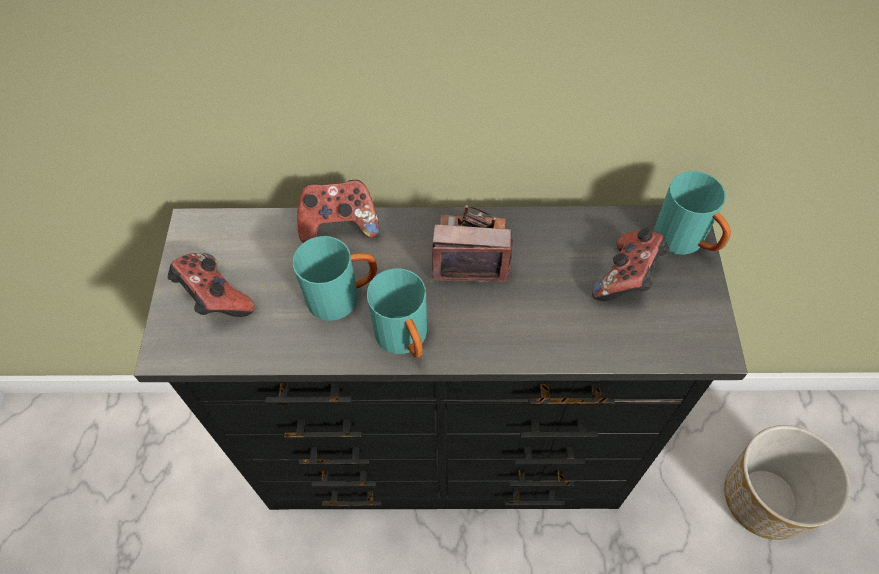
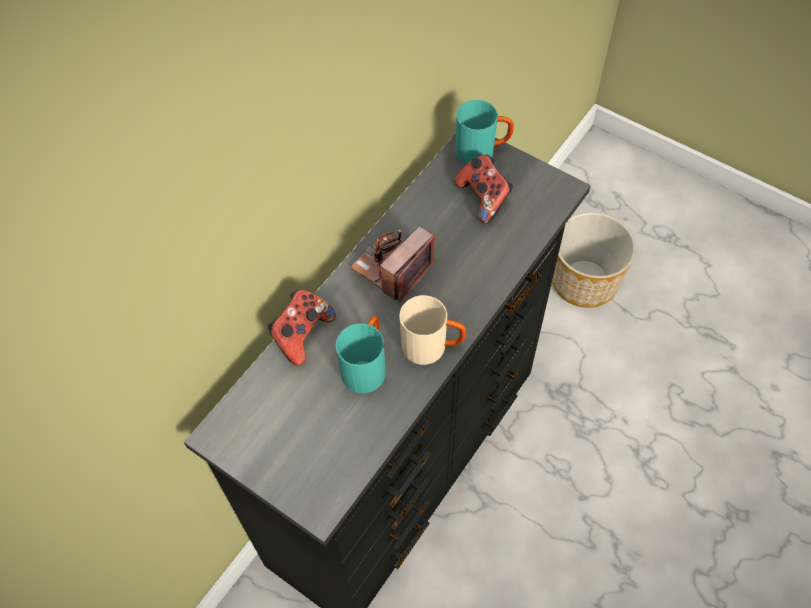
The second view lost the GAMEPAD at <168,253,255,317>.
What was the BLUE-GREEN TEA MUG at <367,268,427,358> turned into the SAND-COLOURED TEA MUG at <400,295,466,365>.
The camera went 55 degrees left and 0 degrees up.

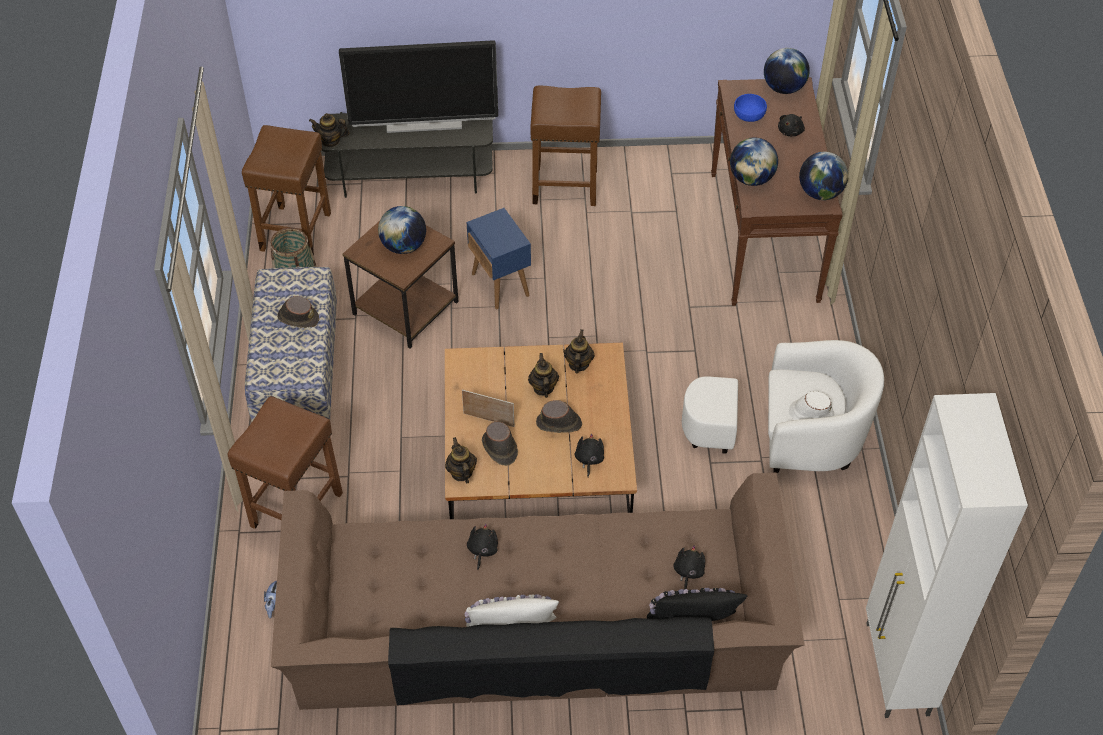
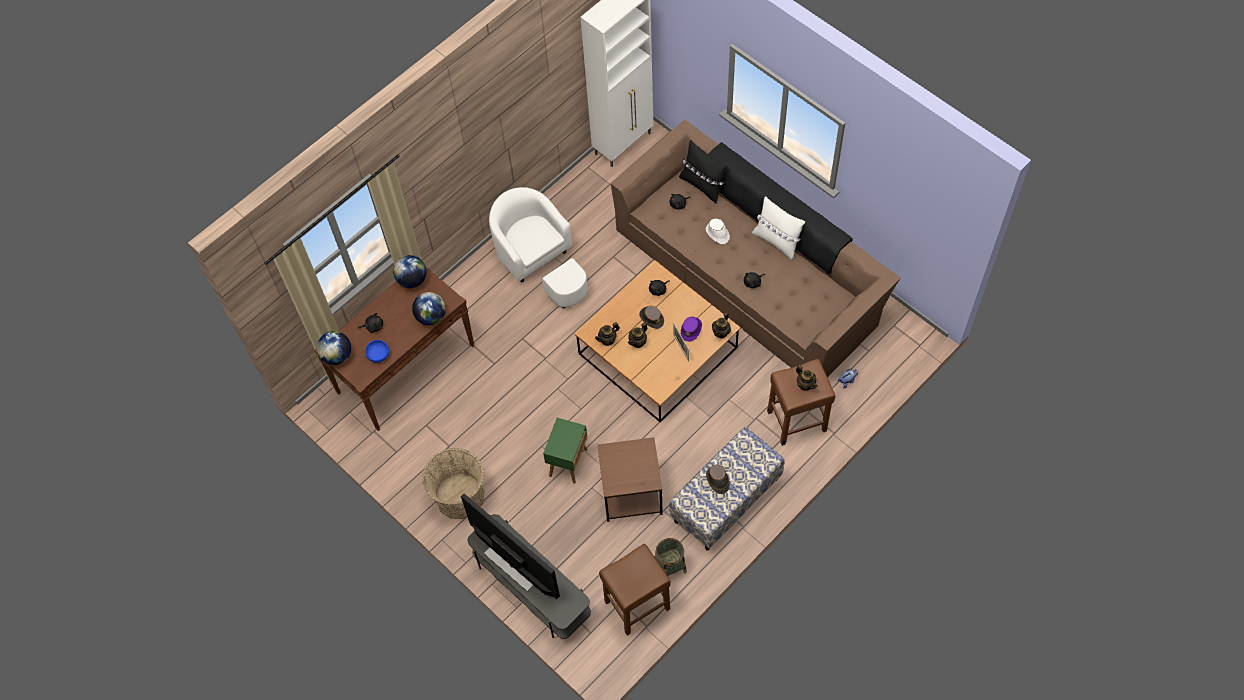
The TEAPOT ended up elsewhere, having gone from <309,113,350,147> to <796,365,817,391>.
The second view lost the DESK GLOBE at <378,206,426,254>.
What was the BLUISH ACCENT TABLE at <467,208,531,309> turned into the GREEN-COLOURED ACCENT TABLE at <543,418,588,484>.
What was the BROWNISH WEARABLE HAT at <482,422,518,466> turned into the PURPLISH WEARABLE HAT at <681,317,702,342>.
Where the BROWNISH SITTING STOOL stood at <530,86,601,206>, the BASKET came to stand at <422,448,484,519>.
The WHITE WEARABLE HAT ended up elsewhere, having gone from <788,391,834,420> to <706,218,730,244>.
The camera went 130 degrees left and 10 degrees up.

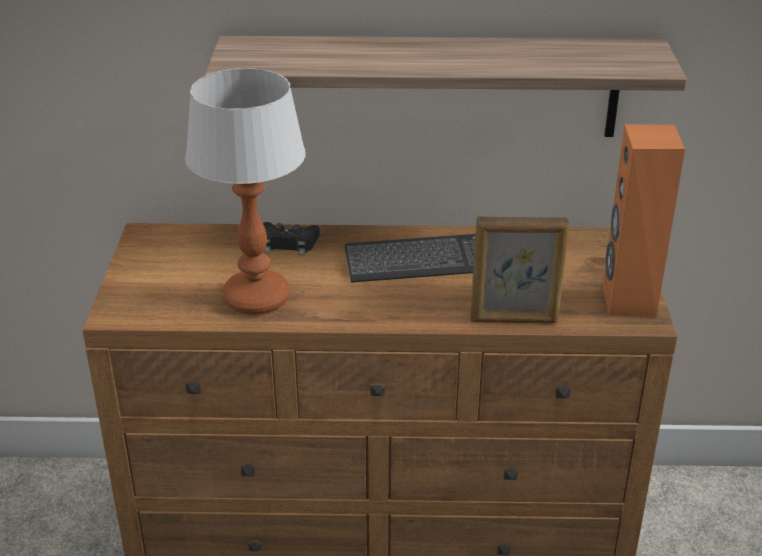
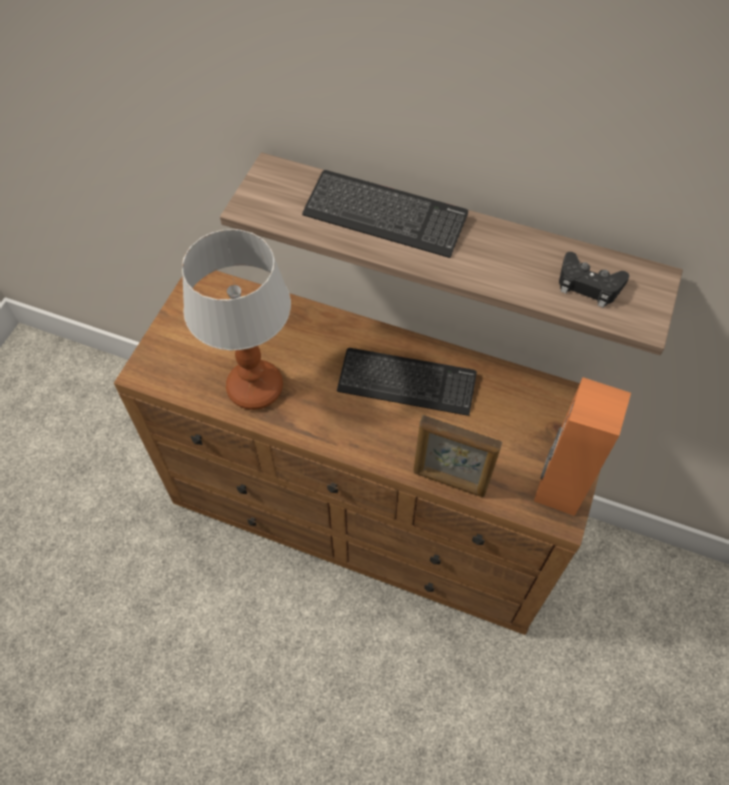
The BLACK-COLOURED GAMEPAD ended up elsewhere, having gone from <263,222,320,255> to <559,252,629,308>.
The second view gained the PC KEYBOARD at <302,170,468,258>.
The camera went 20 degrees right and 25 degrees up.

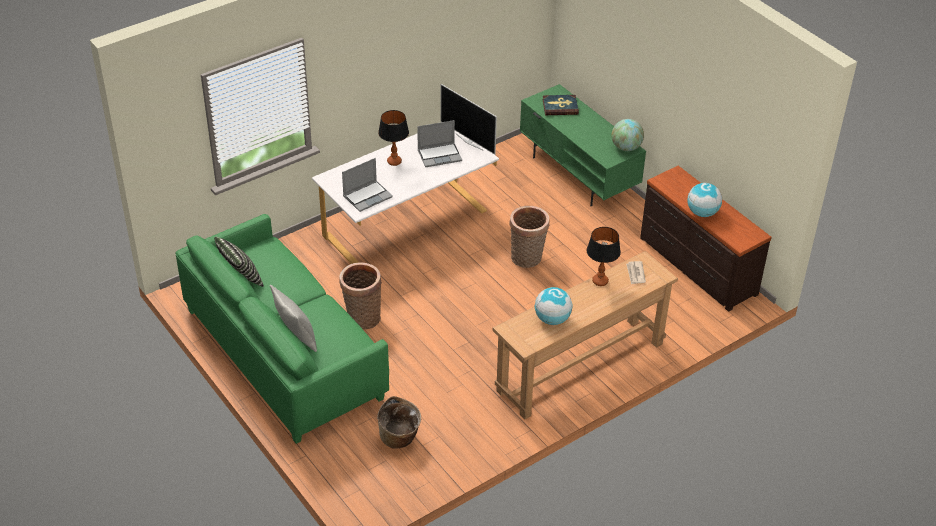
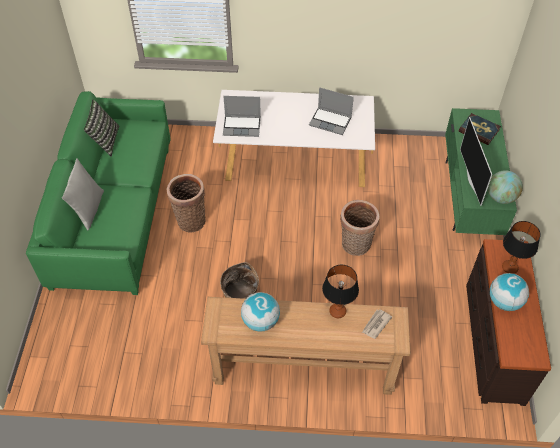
The BASKET ended up elsewhere, having gone from <377,396,421,449> to <220,262,259,299>.
The TABLE LAMP ended up elsewhere, having gone from <378,110,409,166> to <502,221,541,274>.
The TV SET ended up elsewhere, having gone from <440,84,497,155> to <460,117,492,206>.
The camera went 40 degrees right and 10 degrees up.

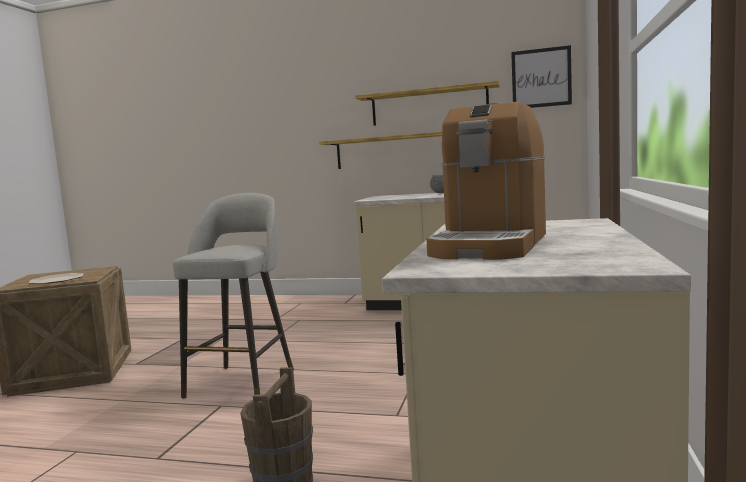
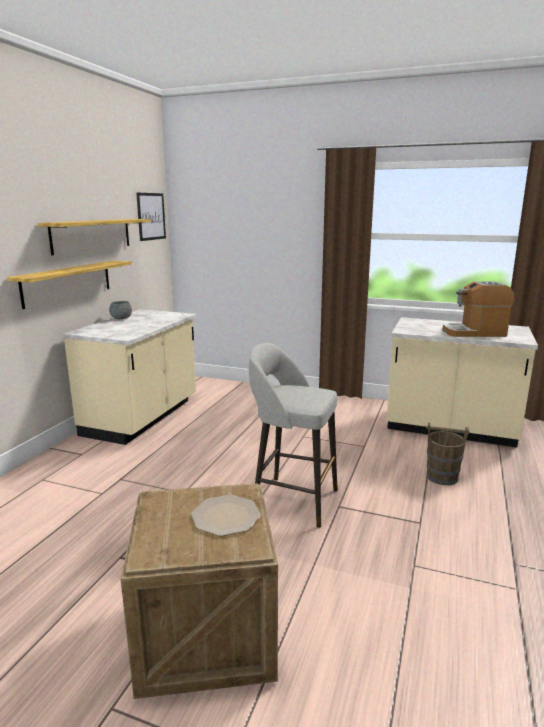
The COFFEE BREWER at <426,102,546,260> ended up facing another way, 150 degrees clockwise from before.
The camera went 85 degrees left and 10 degrees up.

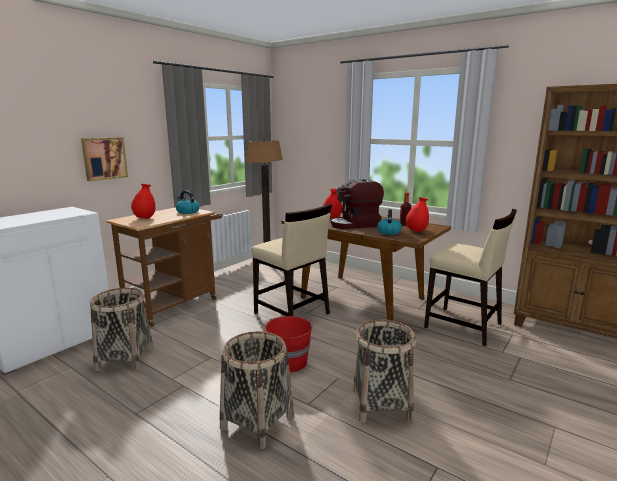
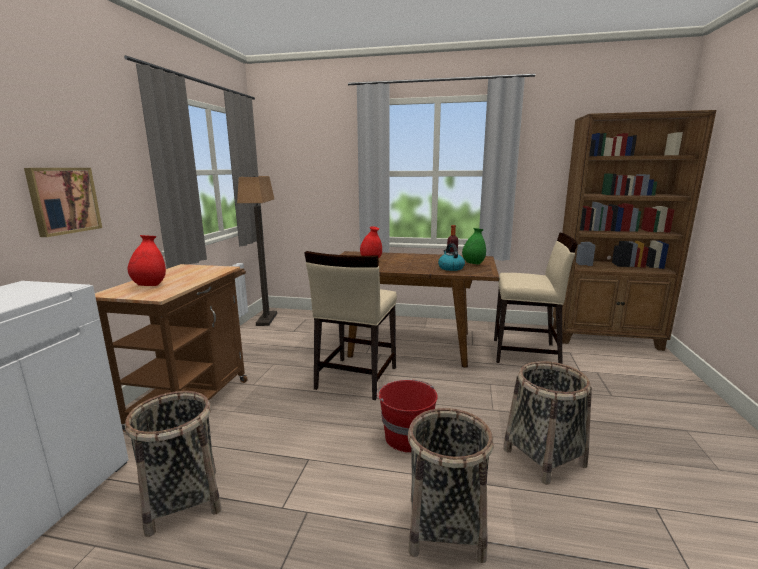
The second view lost the KETTLE at <176,190,200,214>.
The SAND-COLOURED UPRIGHT CHAIR at <252,204,332,316> ended up facing another way, 90 degrees clockwise from before.
The second view lost the COFFEE BREWER at <331,179,384,229>.
What was the RED-COLOURED FLOWER VASE at <406,197,429,232> turned into the GREEN-COLOURED FLOWER VASE at <462,228,486,265>.
The camera went 25 degrees left and 0 degrees up.

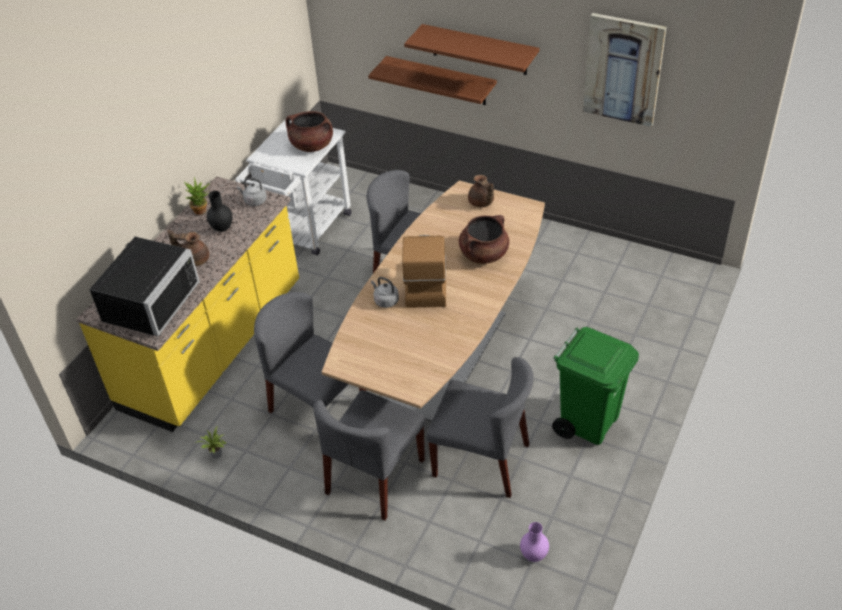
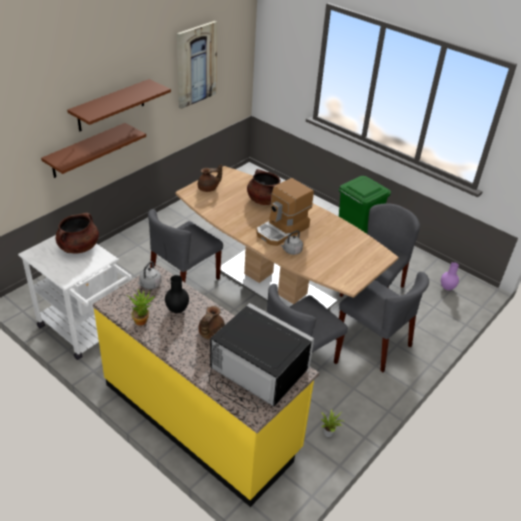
The COFFEE BREWER at <402,235,446,308> ended up facing another way, 60 degrees counterclockwise from before.
The camera went 80 degrees left and 5 degrees down.

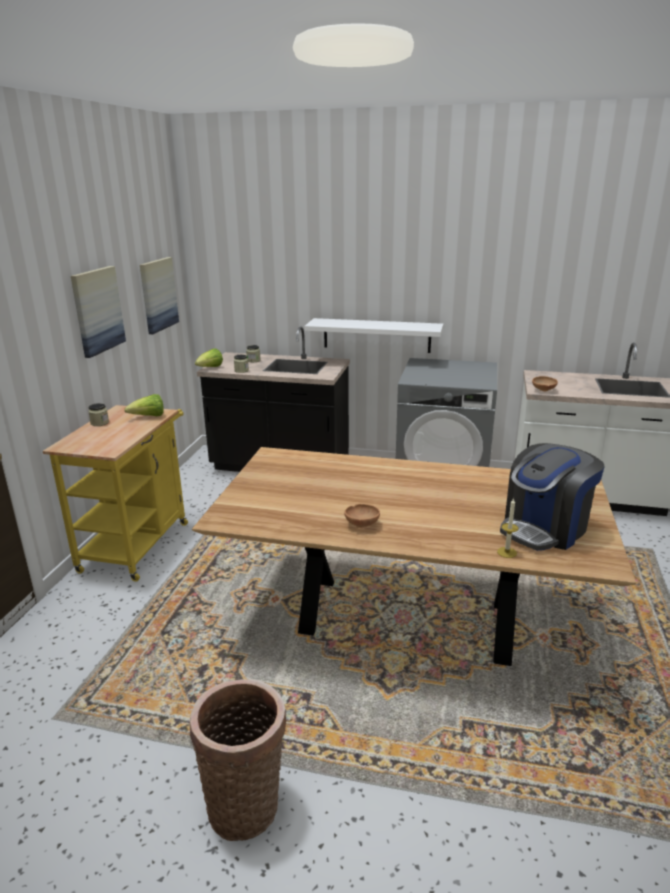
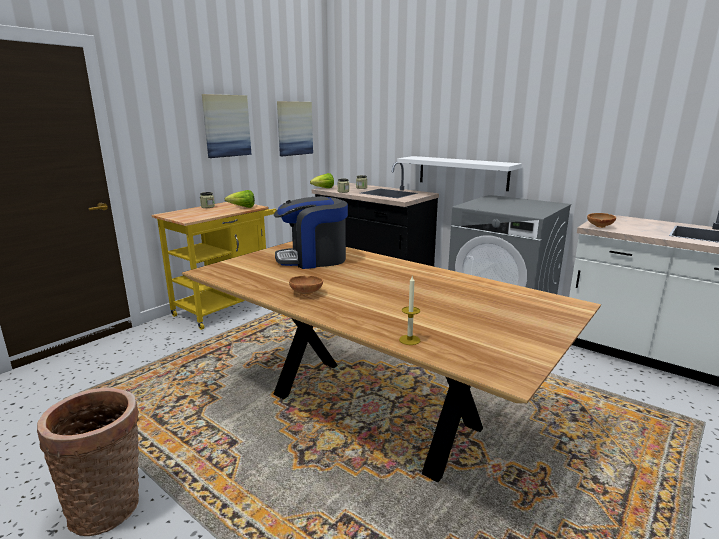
The COFFEE BREWER ended up elsewhere, having gone from <500,443,605,551> to <274,196,348,269>.
The camera went 25 degrees right and 5 degrees down.

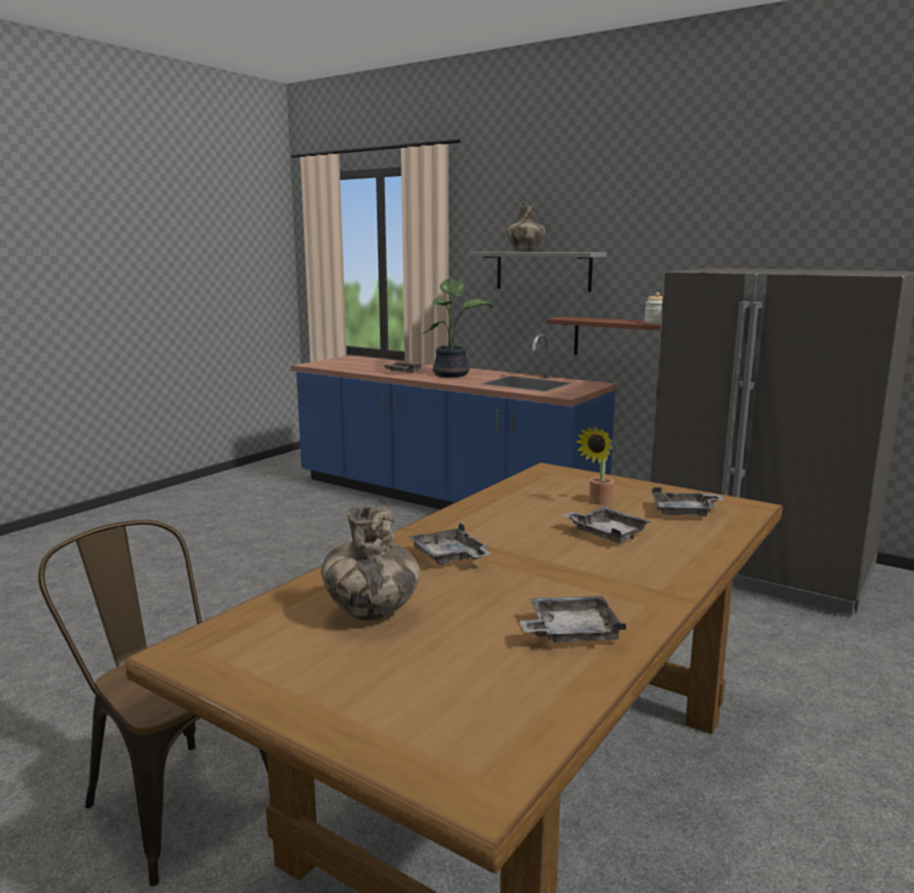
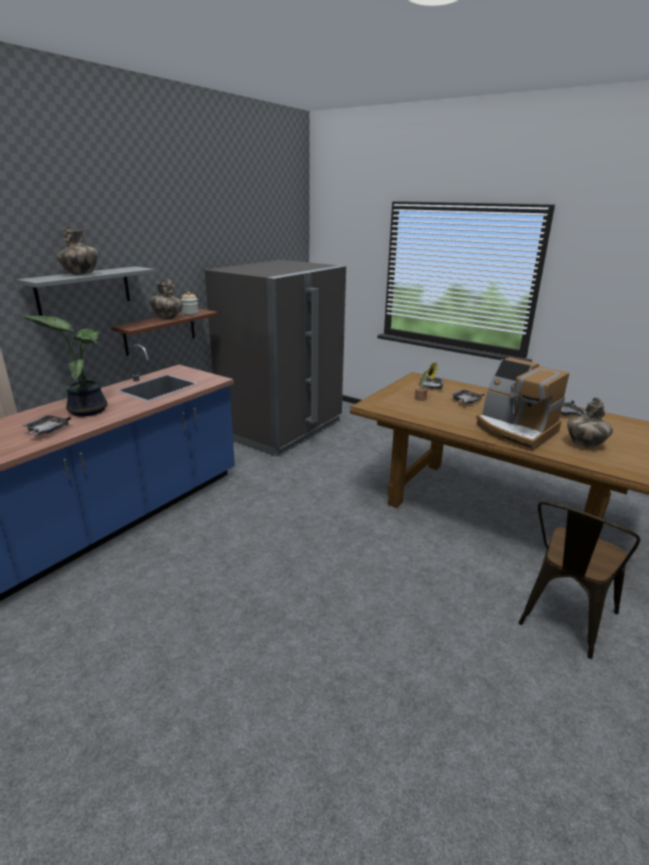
Where the GREY SERVING TRAY stood at <408,523,492,565>, the COFFEE BREWER came to stand at <476,357,569,451>.
The second view gained the FLOWER VASE at <150,279,183,319>.
The camera went 90 degrees left and 10 degrees up.

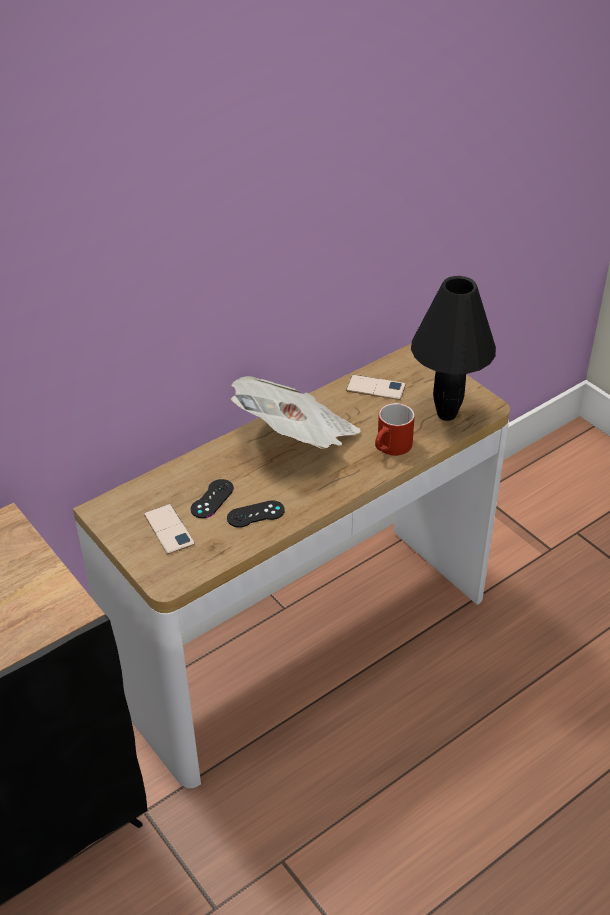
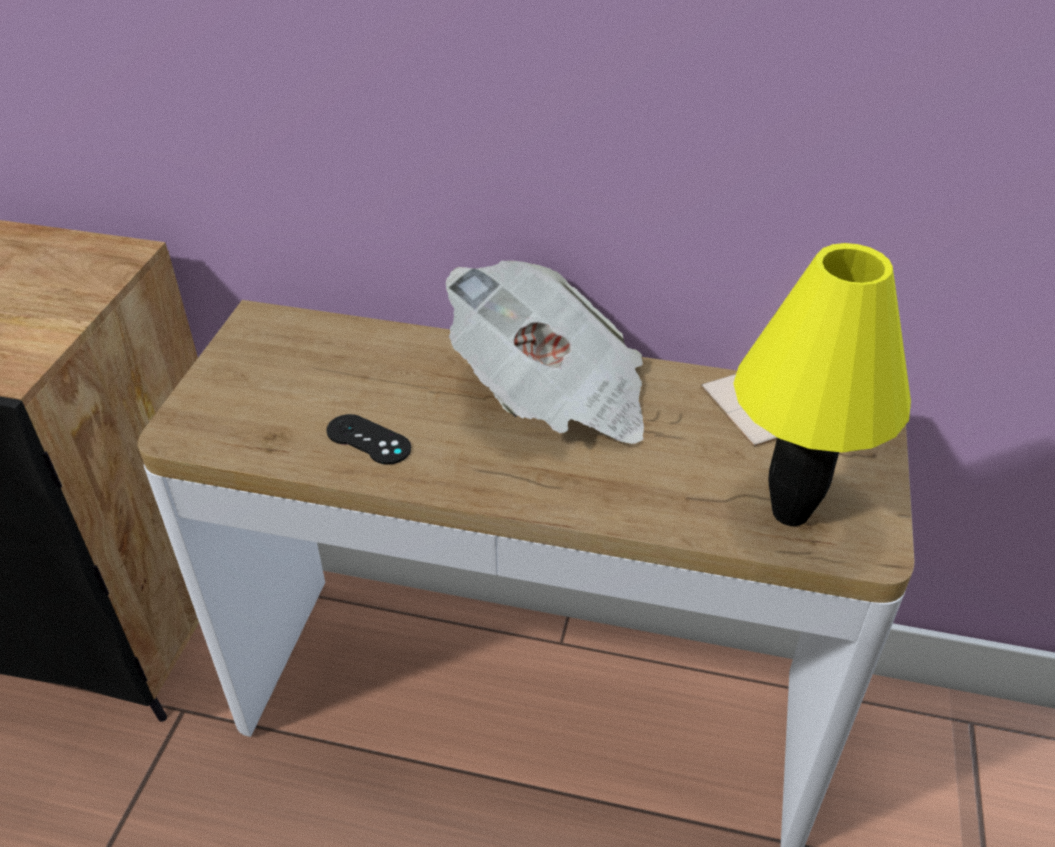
The second view lost the PHONE at <144,504,195,555>.
The second view lost the BLACK-COLOURED GAMEPAD at <191,479,234,518>.
The second view lost the RED-COLOURED TEA MUG at <375,403,415,456>.
What was the BLACK-COLOURED TABLE LAMP at <411,276,496,421> turned into the YELLOW-COLOURED TABLE LAMP at <733,243,911,526>.
The camera went 50 degrees right and 0 degrees up.

